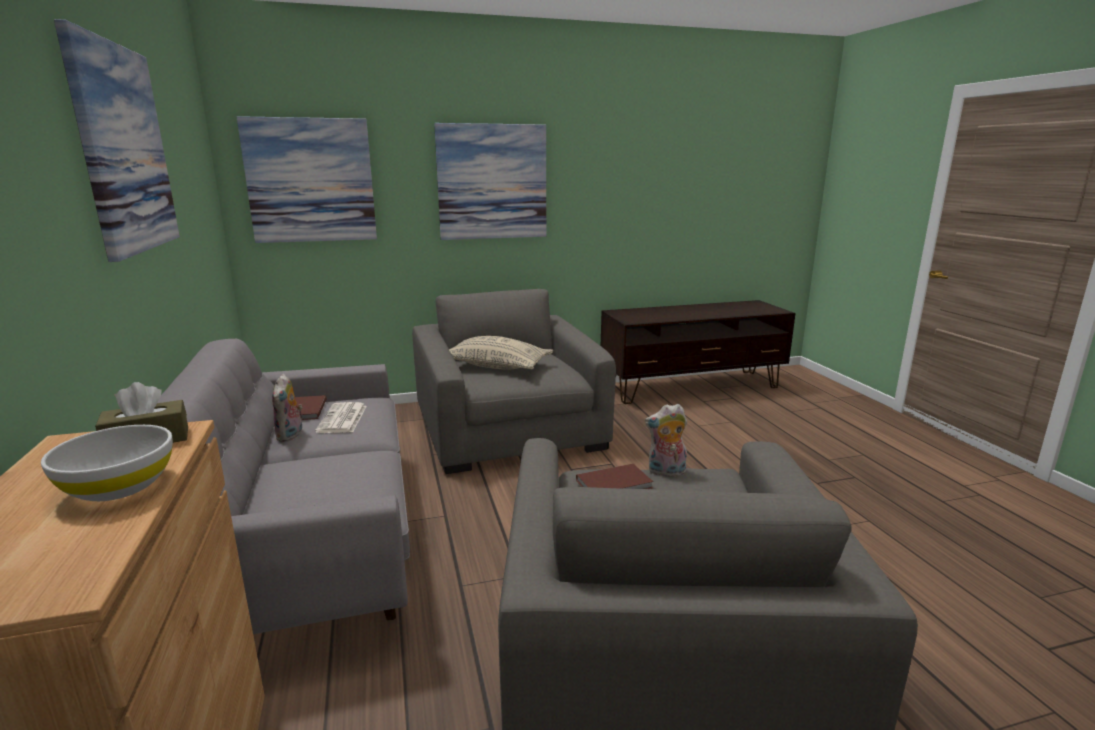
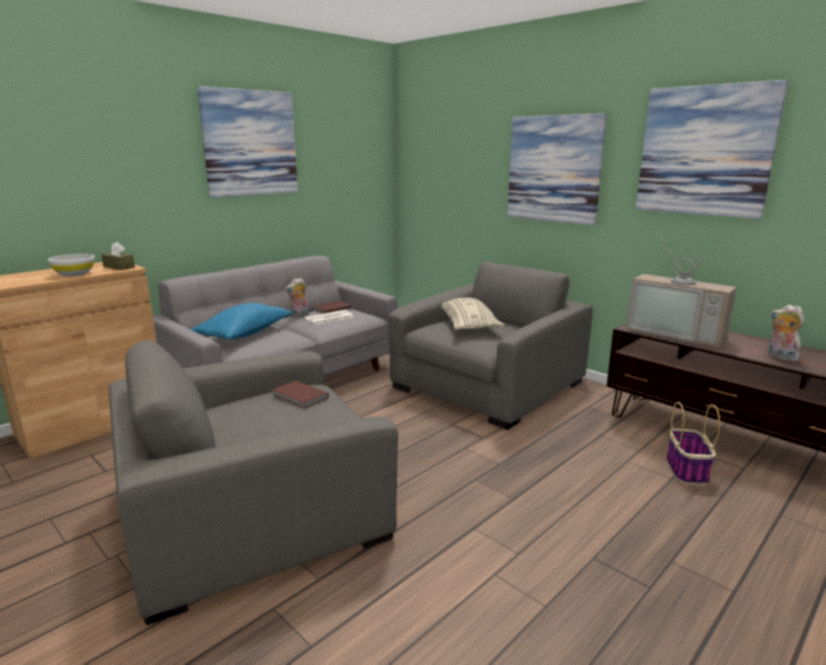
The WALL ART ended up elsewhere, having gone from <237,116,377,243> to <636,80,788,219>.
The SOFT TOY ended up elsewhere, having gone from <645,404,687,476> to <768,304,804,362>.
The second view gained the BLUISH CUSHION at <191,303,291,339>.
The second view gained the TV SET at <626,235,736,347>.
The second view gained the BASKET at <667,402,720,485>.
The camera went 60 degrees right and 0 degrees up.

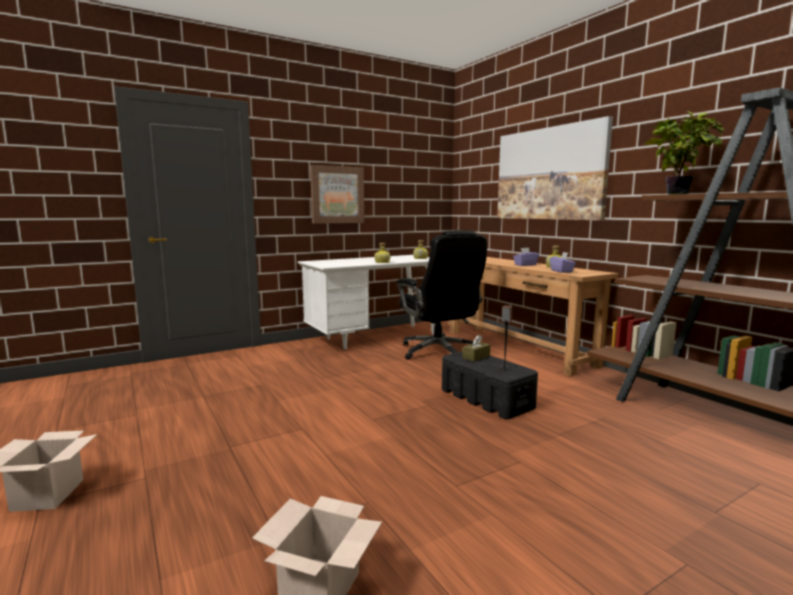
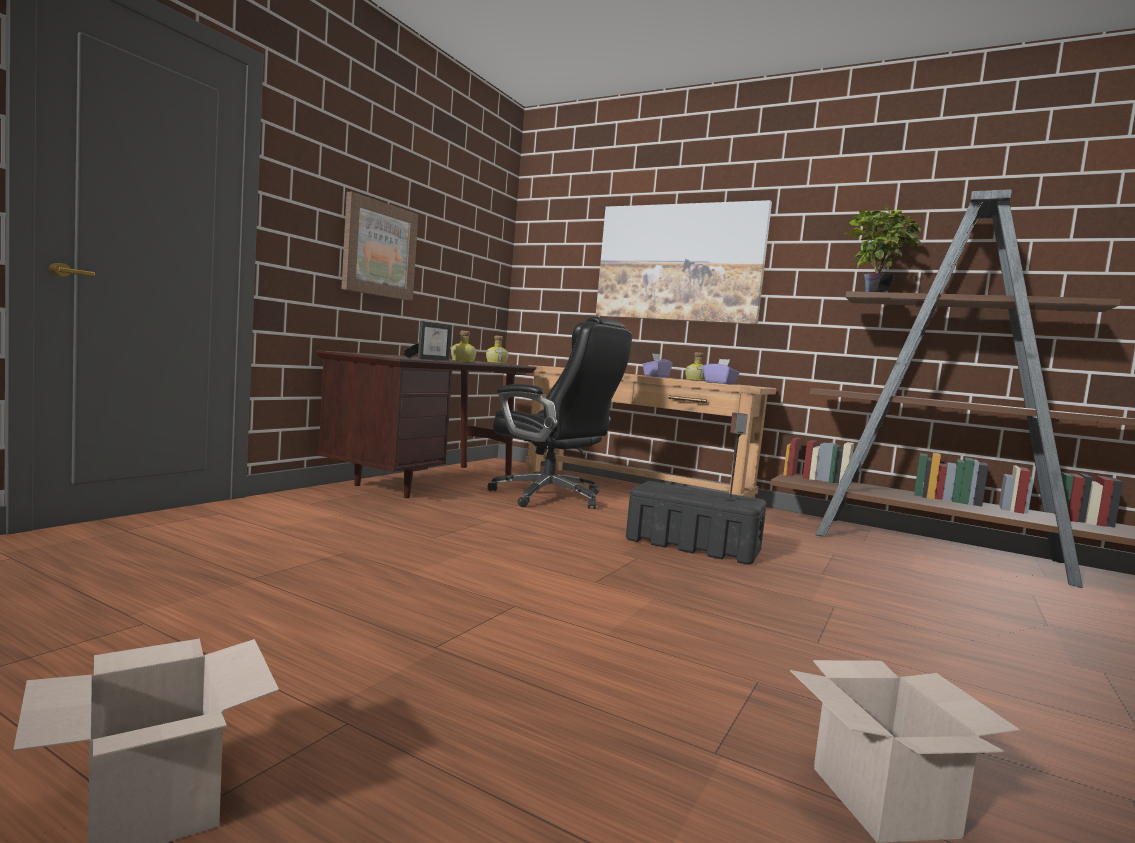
What was the WHITE DESK TABLE at <298,255,435,349> turned into the BROWNISH DESK TABLE at <316,350,536,498>.
The second view lost the BROWNISH BOX OF TISSUES at <462,335,490,361>.
The second view gained the PICTURE FRAME at <404,321,452,361>.
The camera went 30 degrees left and 5 degrees down.

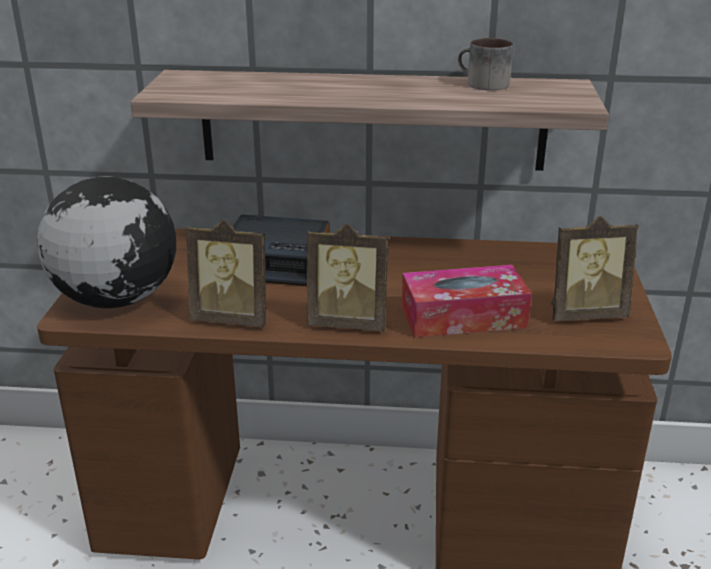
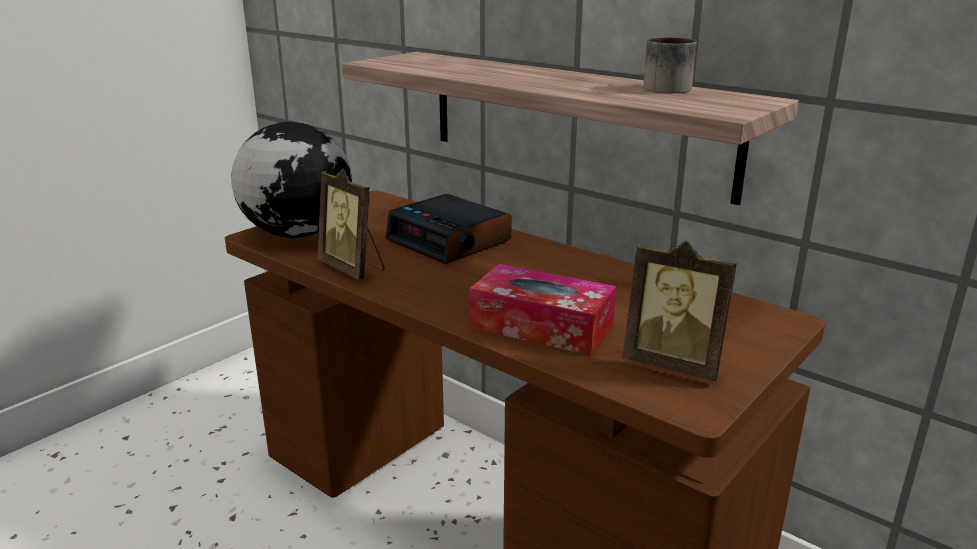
The second view lost the PICTURE FRAME at <307,223,389,331>.
The camera went 35 degrees right and 5 degrees down.

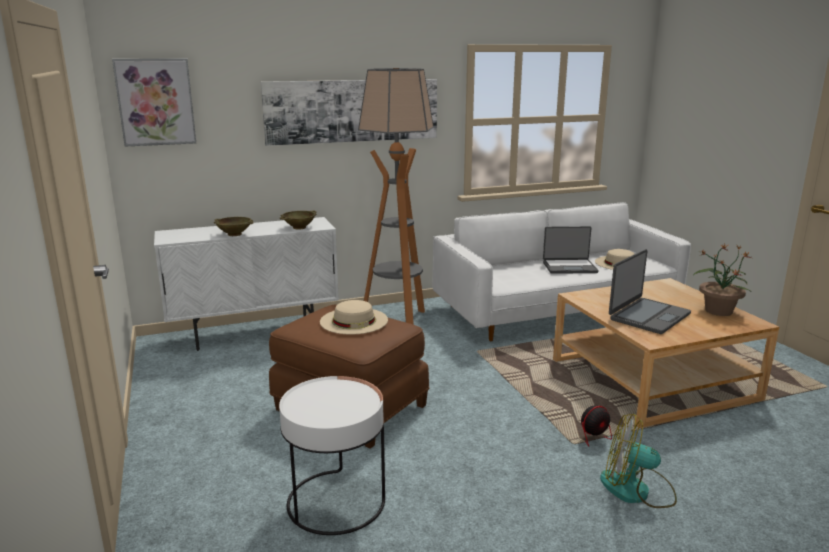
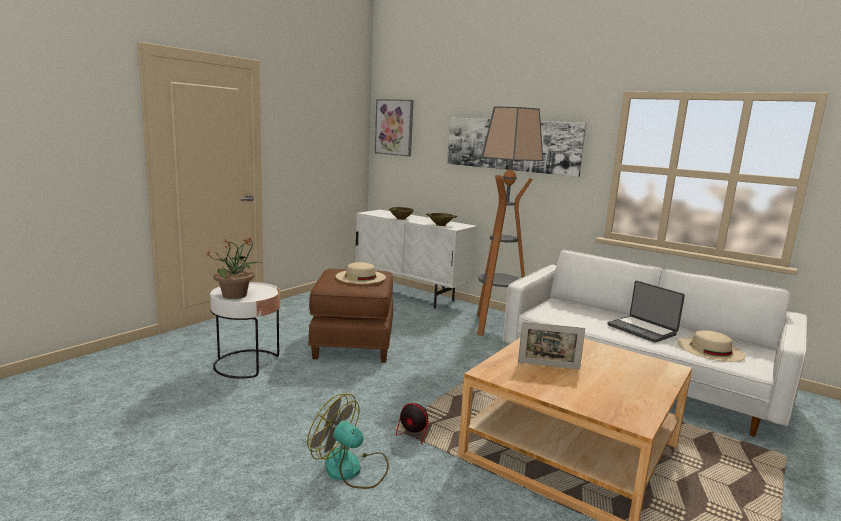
The FAN at <600,414,677,508> ended up facing another way, 45 degrees counterclockwise from before.
Where the NOTEBOOK COMPUTER stood at <609,249,691,334>, the PICTURE FRAME came to stand at <518,322,585,370>.
The PLANT IN A POT ended up elsewhere, having gone from <693,244,751,316> to <205,238,262,299>.
The camera went 55 degrees right and 5 degrees down.

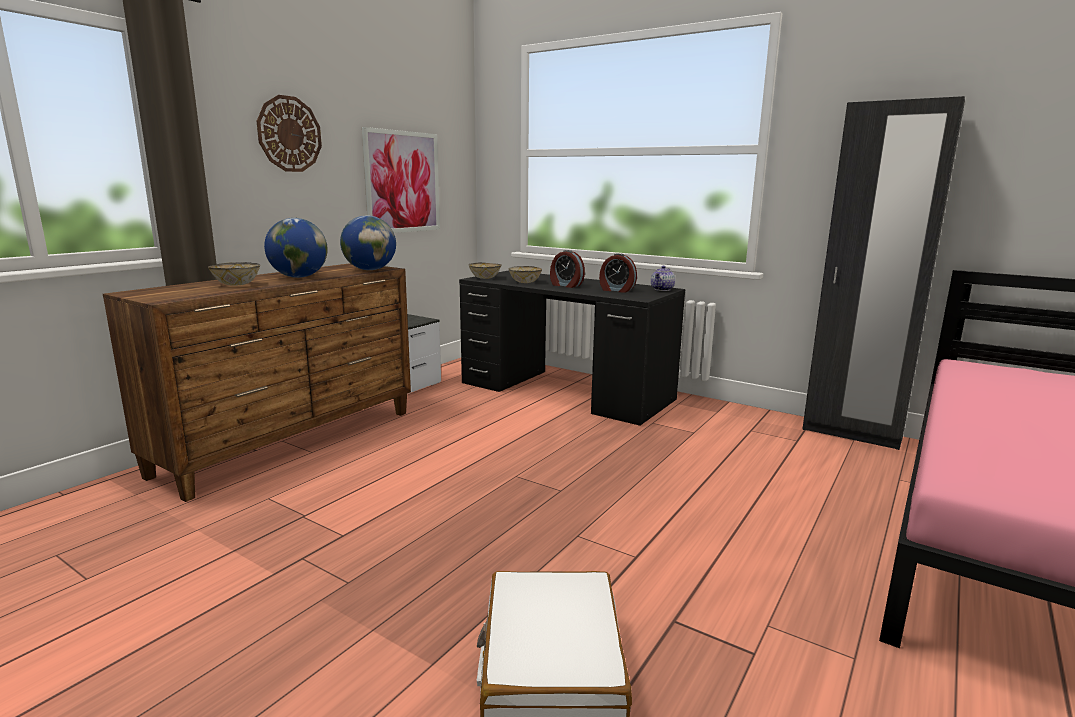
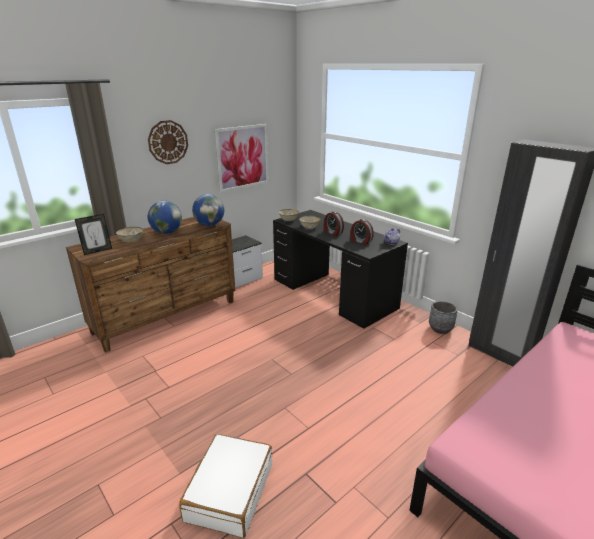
The second view gained the PICTURE FRAME at <75,214,112,255>.
The second view gained the GREY PLANT POT at <429,301,458,334>.
The camera went 15 degrees right and 10 degrees up.

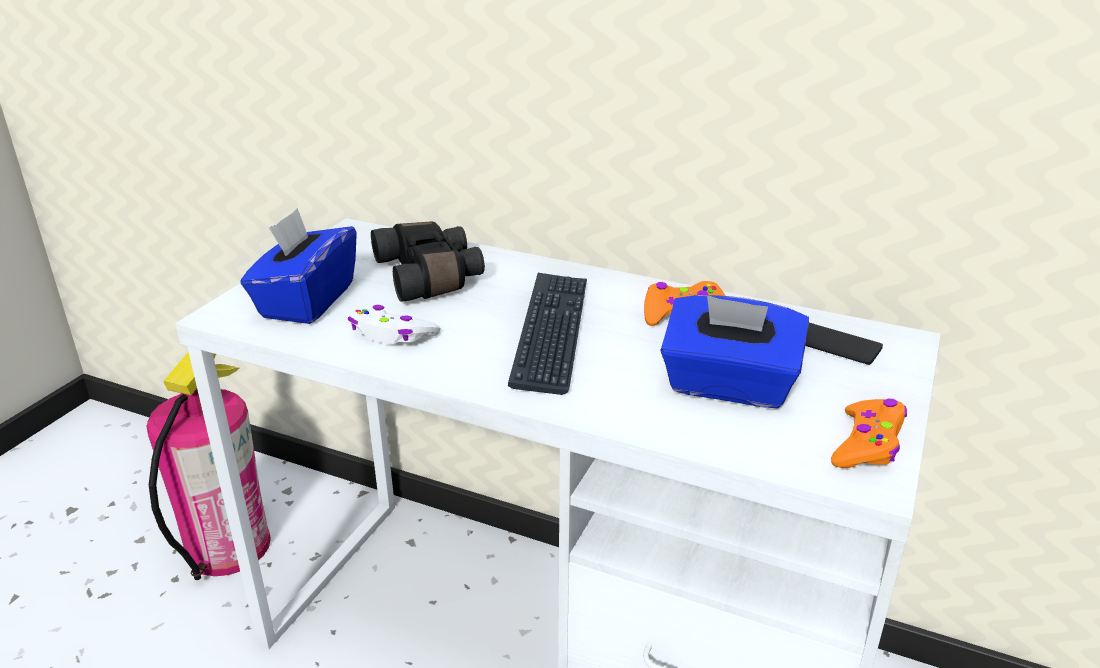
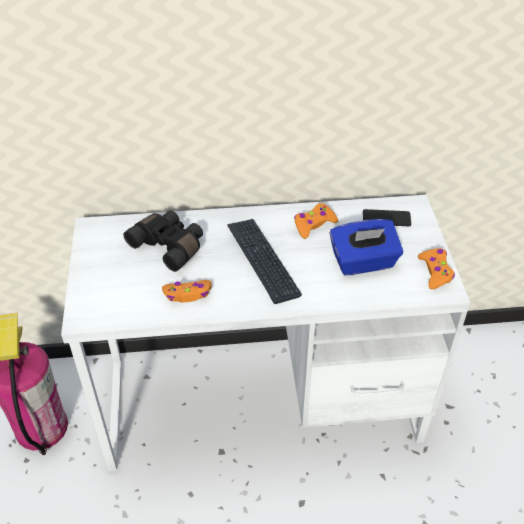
The second view lost the BLUISH BOX OF TISSUES at <241,208,357,324>.
What was the WHITE GAMEPAD at <348,305,440,344> turned into the ORANGE-COLOURED GAMEPAD at <162,280,212,302>.
The camera went 30 degrees left and 15 degrees up.

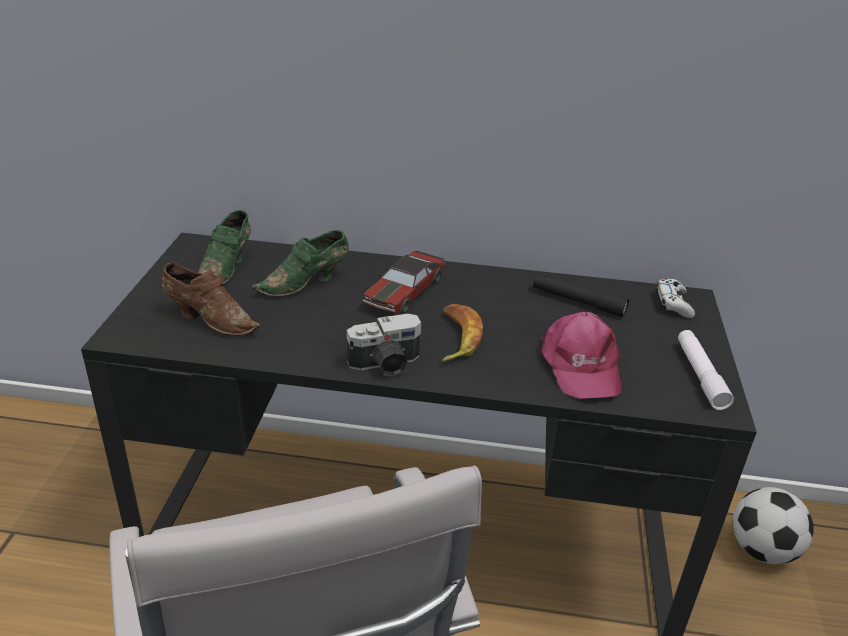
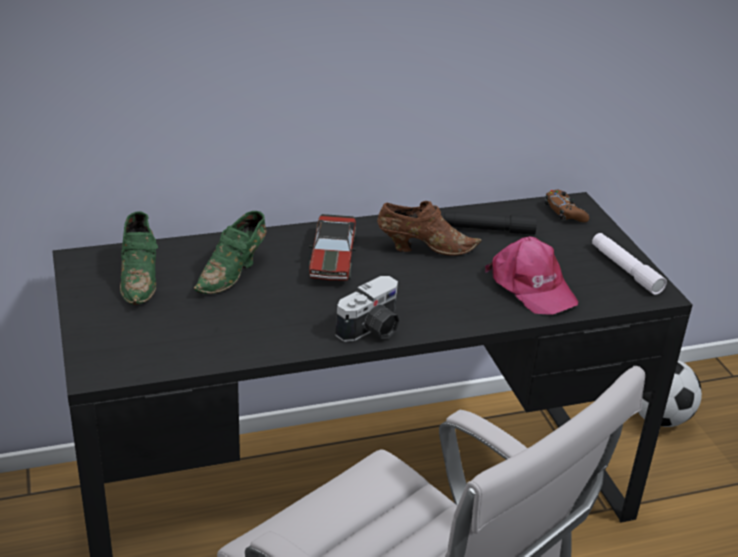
The BROWNISH LOW SHOE ended up elsewhere, having gone from <162,263,260,336> to <377,201,482,255>.
The second view lost the BANANA FRUIT at <442,304,483,362>.
What was the WHITE GAMEPAD at <655,278,695,318> turned into the BROWNISH GAMEPAD at <545,190,589,222>.
The camera went 25 degrees left and 0 degrees up.

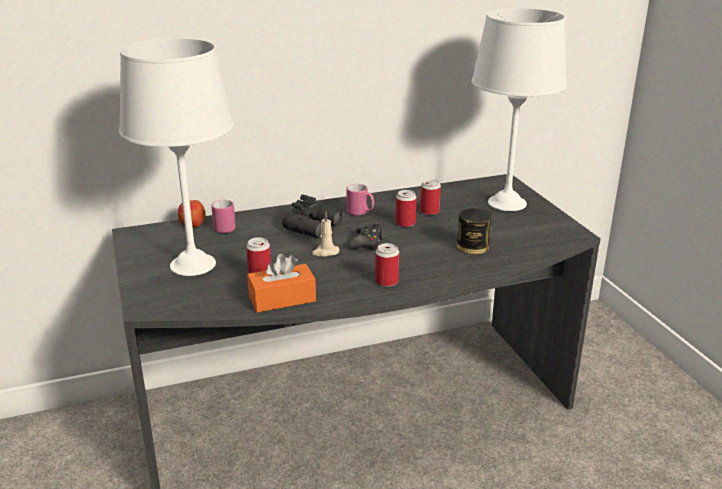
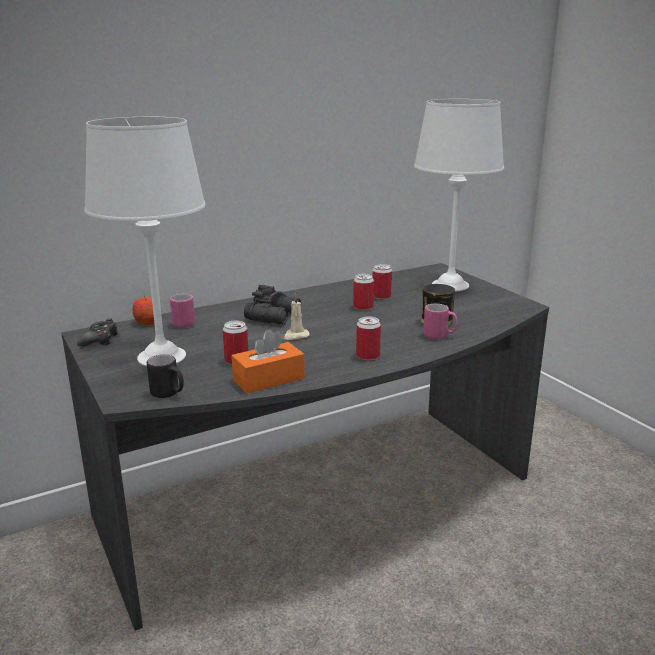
The PINK TEA MUG ended up elsewhere, having gone from <346,184,374,216> to <423,304,458,339>.
The BLACK-COLOURED GAMEPAD ended up elsewhere, having gone from <349,222,384,250> to <77,318,119,347>.
The second view gained the BLACK-COLOURED TEA MUG at <147,355,184,398>.
The camera went 10 degrees left and 5 degrees down.

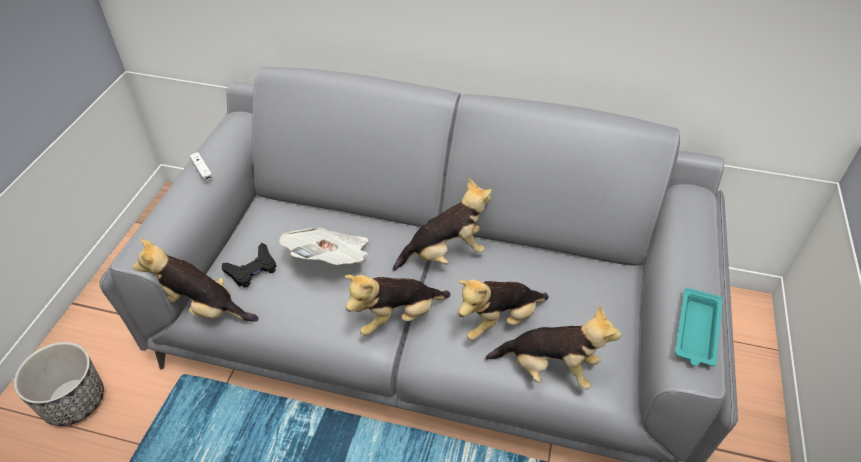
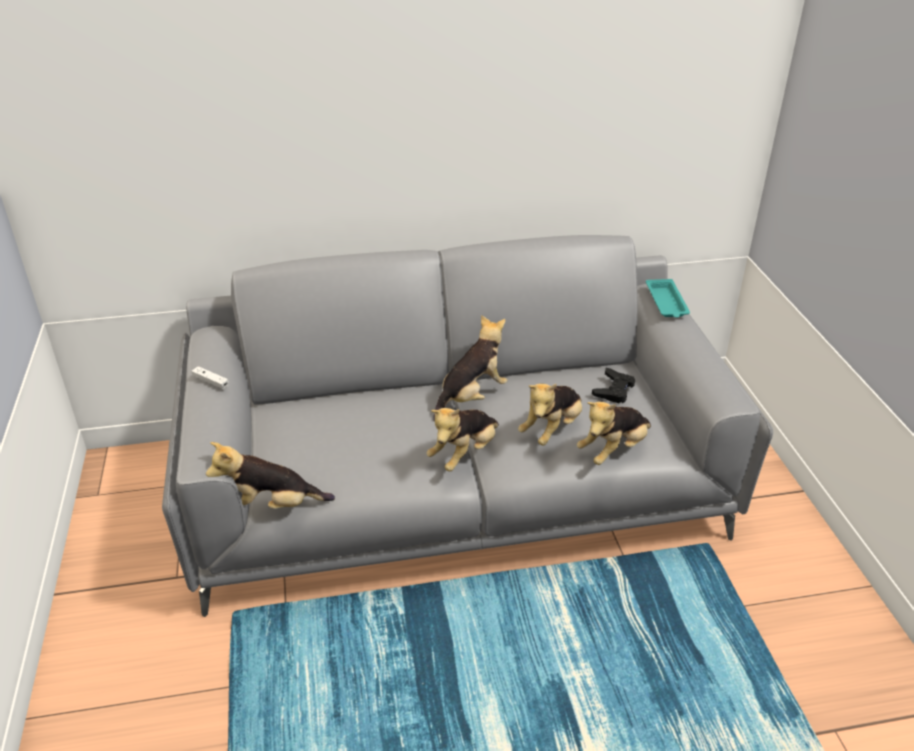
The second view lost the PLANT POT at <14,342,104,426>.
The BLACK-COLOURED GAMEPAD ended up elsewhere, having gone from <222,243,277,288> to <592,368,635,403>.
The second view lost the PRINTED PAPER at <279,227,368,265>.
The SOFT TOY at <485,306,621,389> ended up facing another way, 150 degrees clockwise from before.
The BLUE-GREEN SERVING TRAY ended up elsewhere, having gone from <675,288,723,366> to <646,279,690,318>.
The camera went 25 degrees left and 10 degrees down.

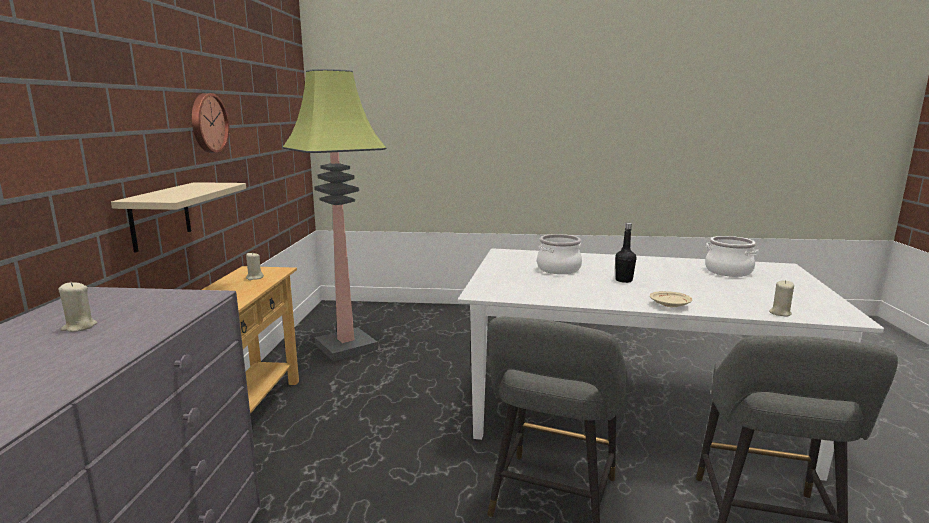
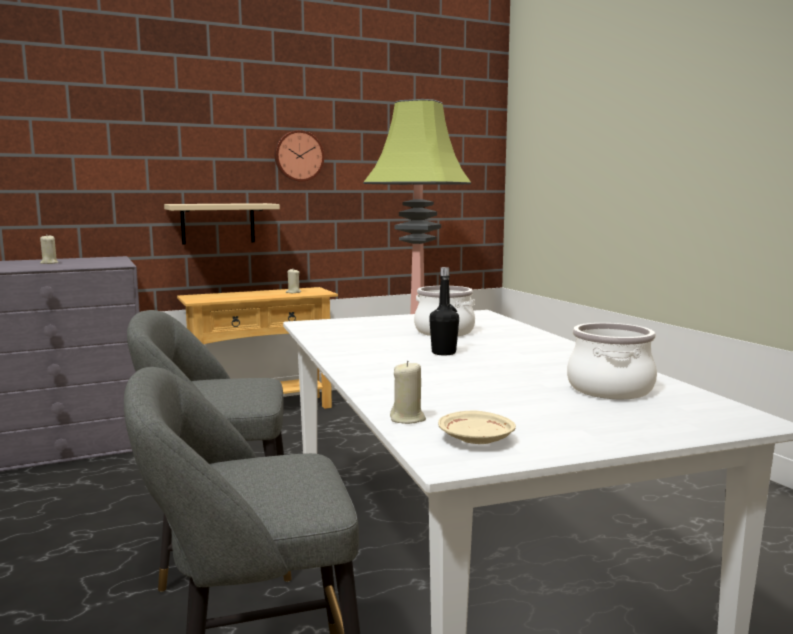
The SAND-COLOURED PLATE ended up elsewhere, having gone from <650,291,692,308> to <438,411,516,444>.
The camera went 60 degrees right and 5 degrees down.

